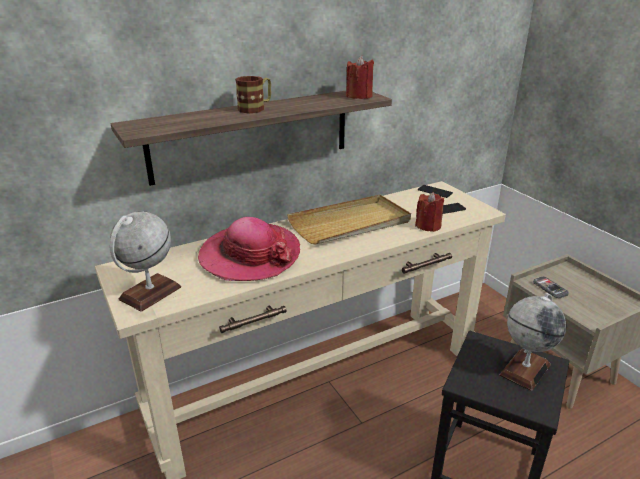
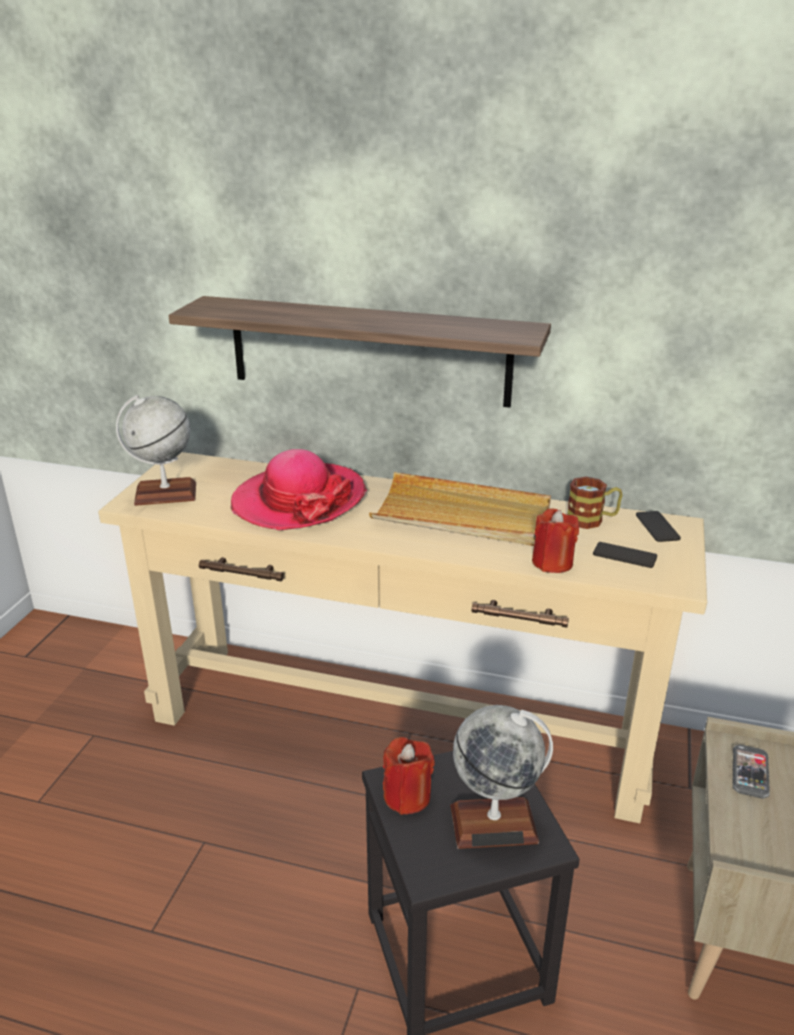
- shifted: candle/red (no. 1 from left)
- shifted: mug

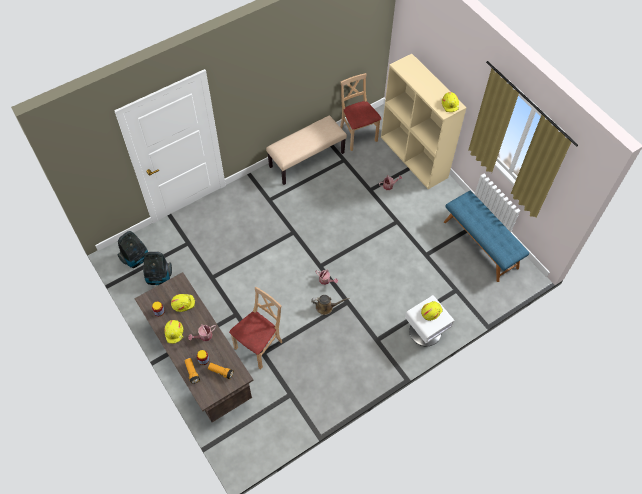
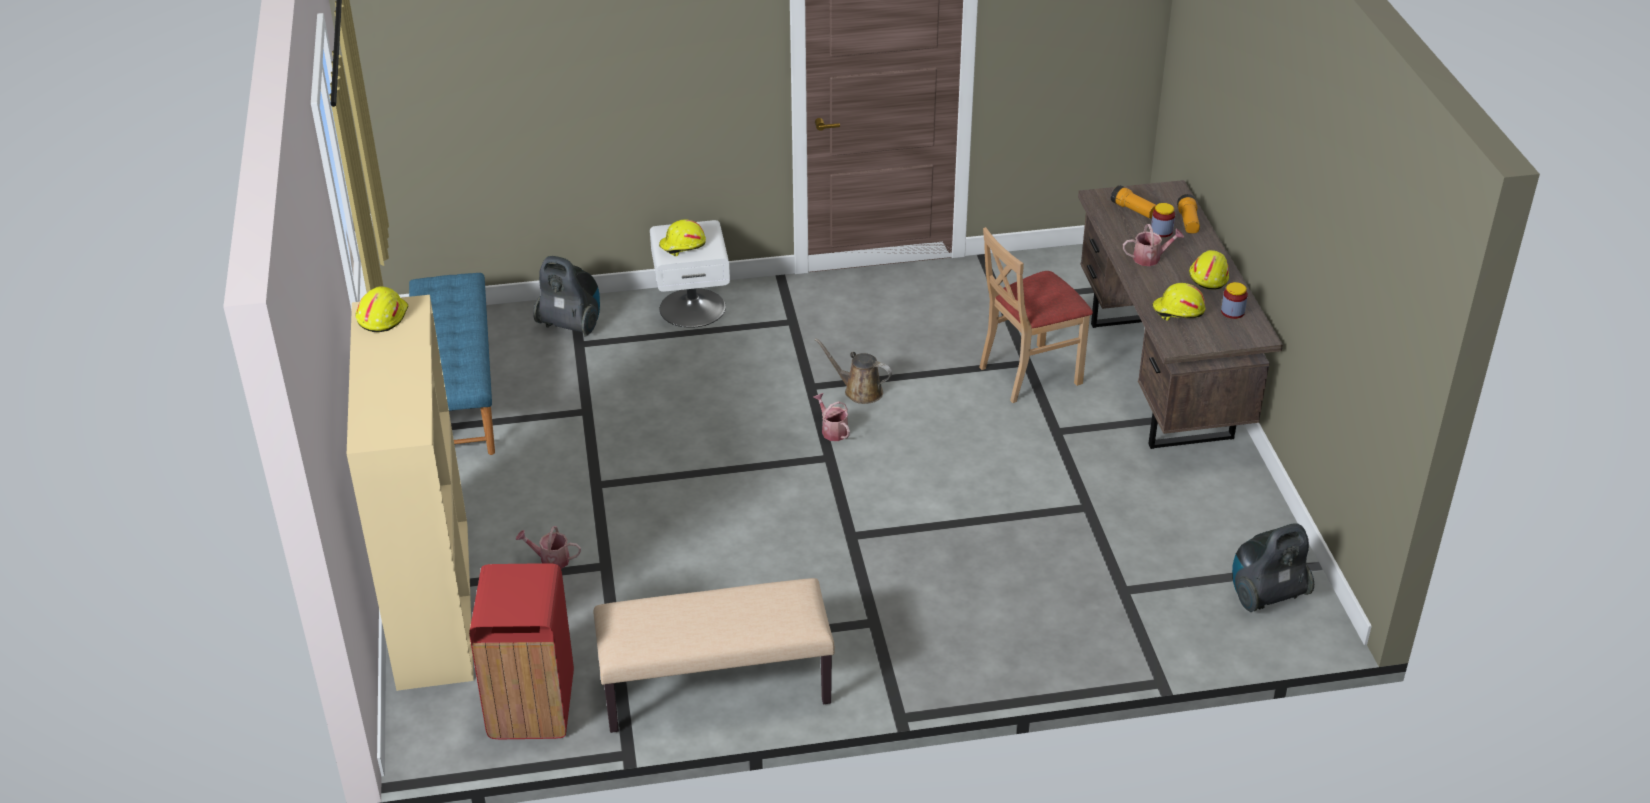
- swapped: chair/beige (no. 2 from left) to trash can/red
- shifted: vacuum cleaner (no. 2 from left in the first image) to vacuum cleaner (no. 1 from left)

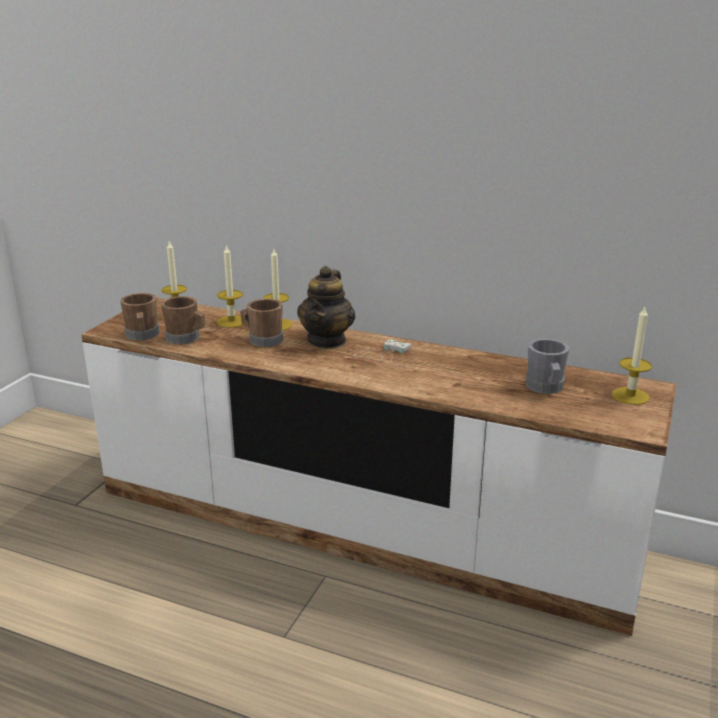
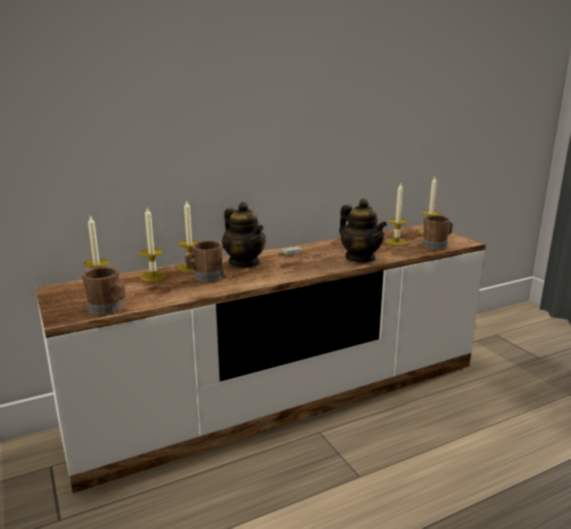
- shifted: mug/brown (no. 2 from left in the first image) to mug/brown (no. 3 from left)
- swapped: mug/grey to candle (no. 4 from left)
- new: teapot (no. 2 from left)

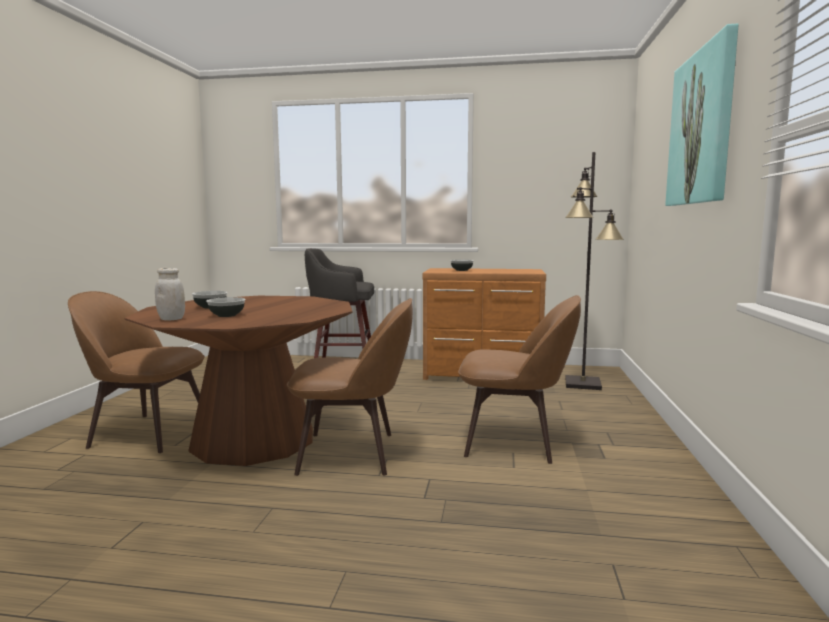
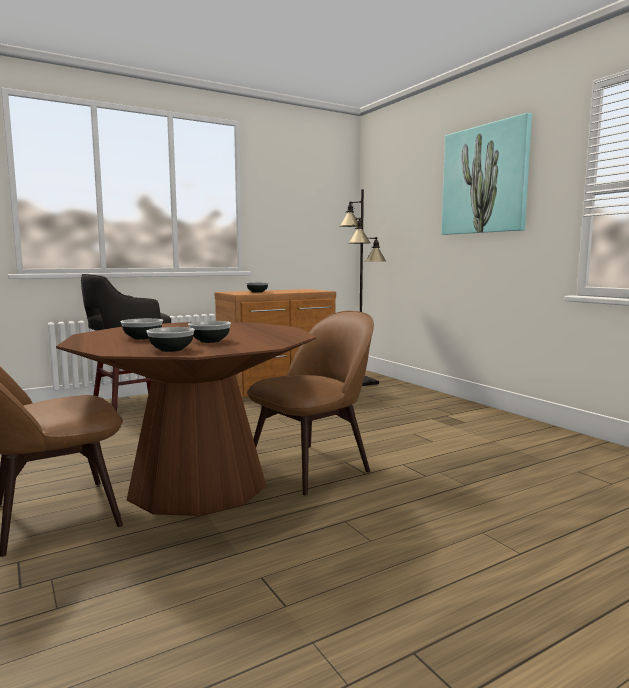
- swapped: jar/white to bowl (no. 2 from left)
- gone: chair/brown (no. 3 from left)

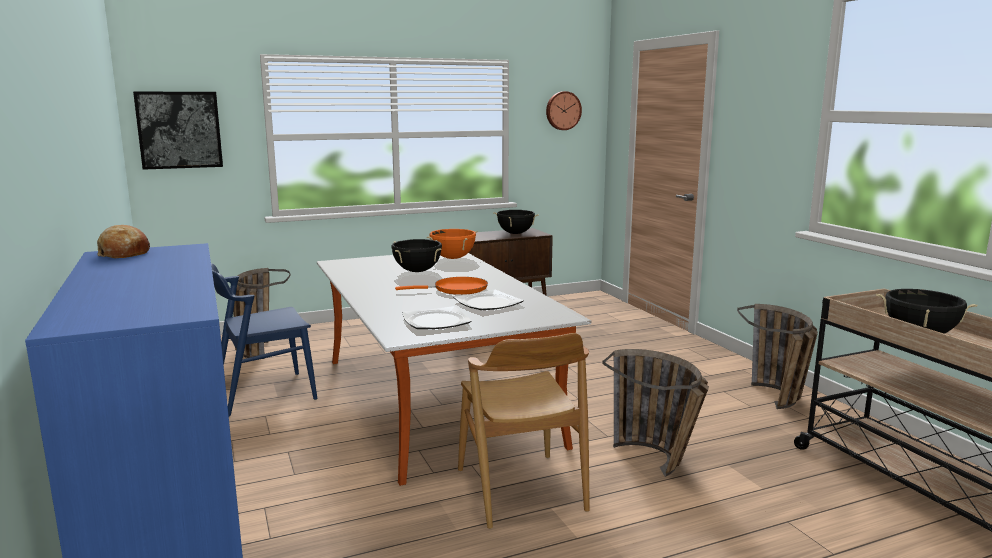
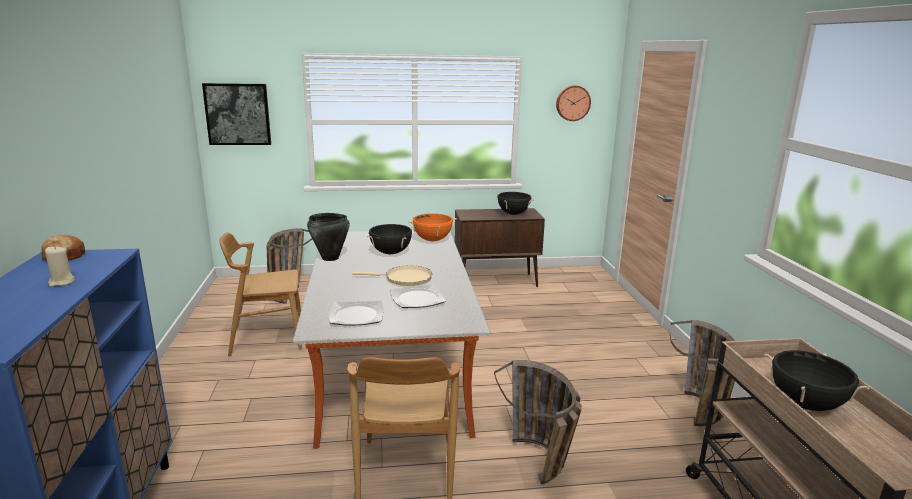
- repainted: chair/blue to chair/brown (no. 1 from left)
- repainted: frying pan/orange to frying pan/beige
- new: cooking pot/black (no. 1 from left)
- new: candle/beige

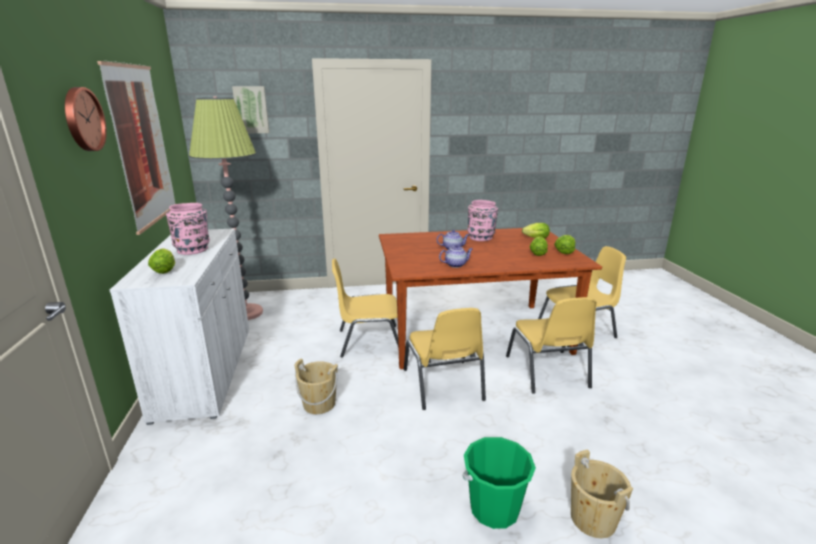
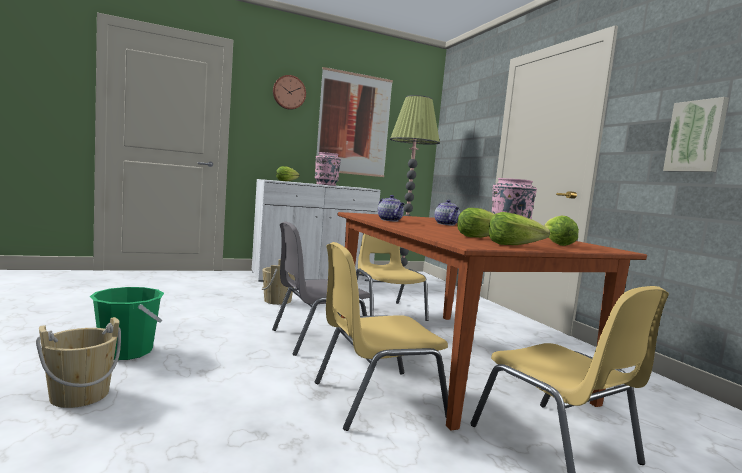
- shifted: picture (no. 2 from left)
- repainted: chair/yellow (no. 2 from left) to chair/grey

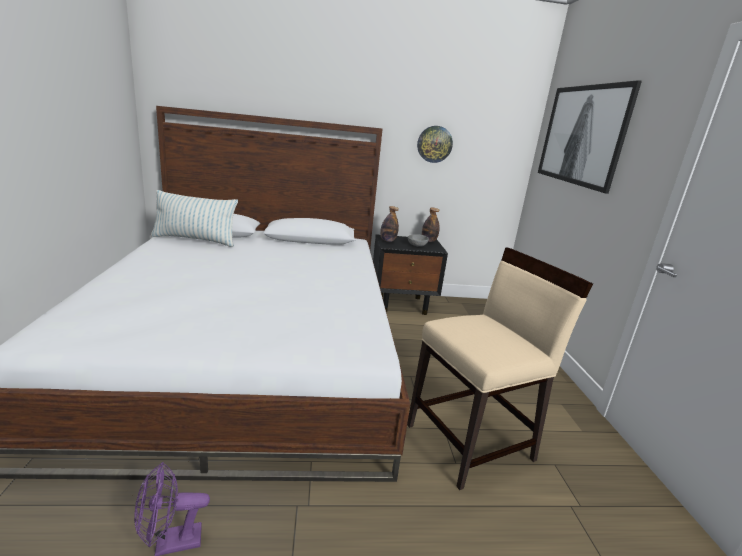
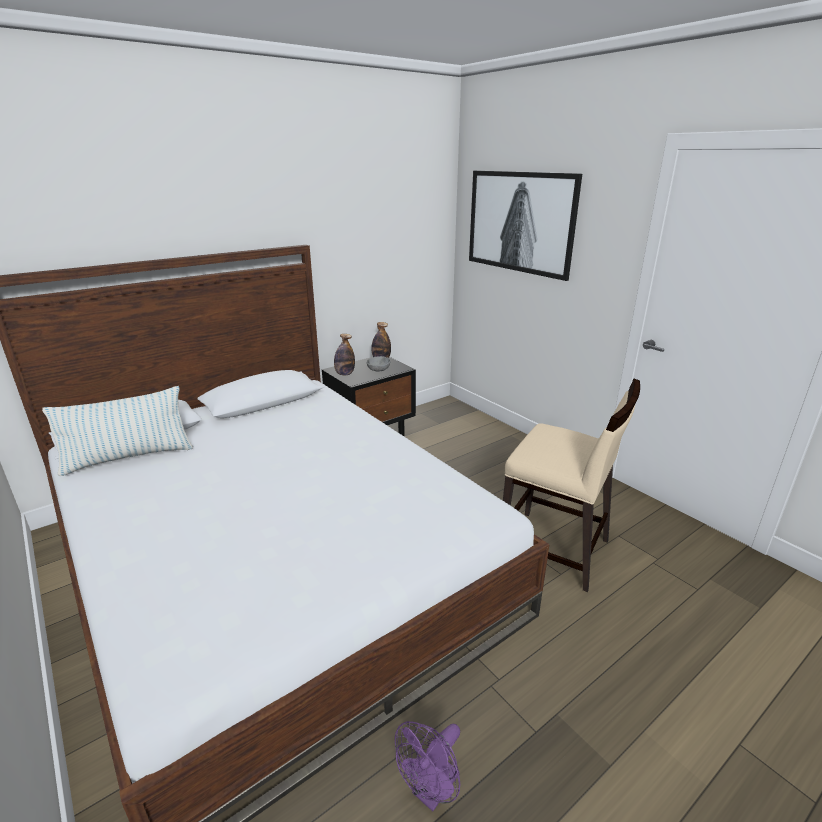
- gone: wall clock
- rotated: chair/beige 90 degrees clockwise

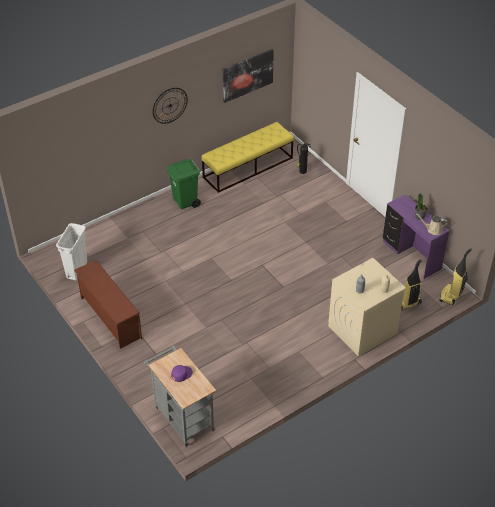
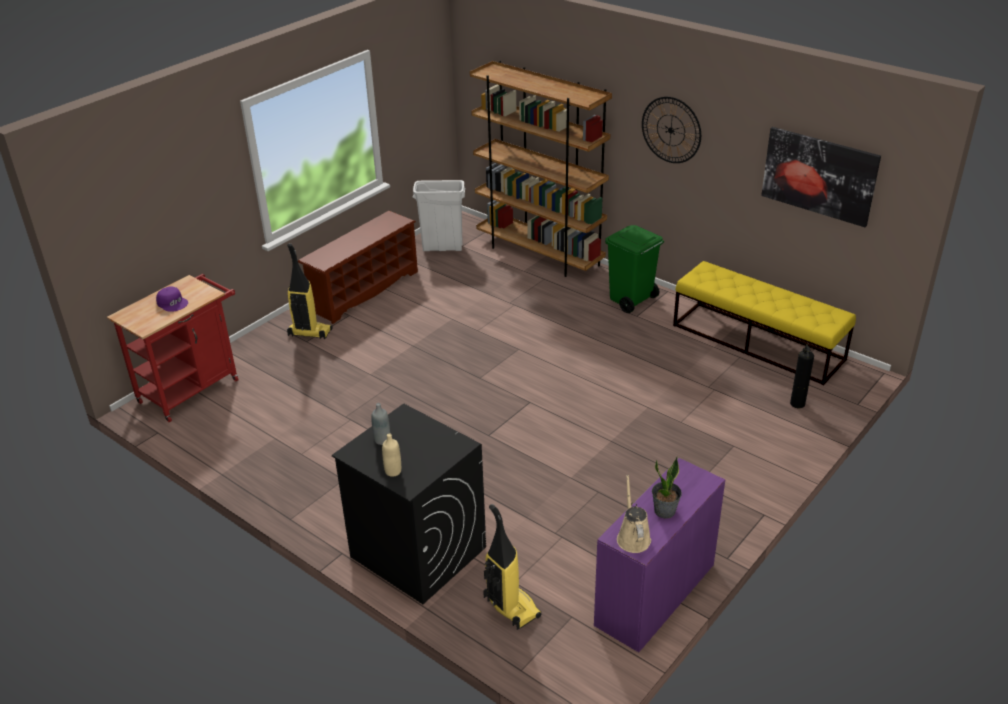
- shifted: vacuum cleaner (no. 2 from left in the first image) to vacuum cleaner (no. 1 from left)
- repainted: washing machine/beige to washing machine/black
- repainted: cart/grey to cart/red
- new: bookcase/brown

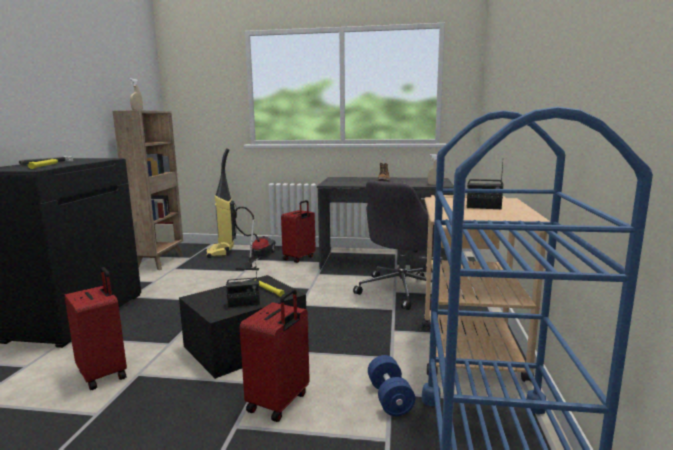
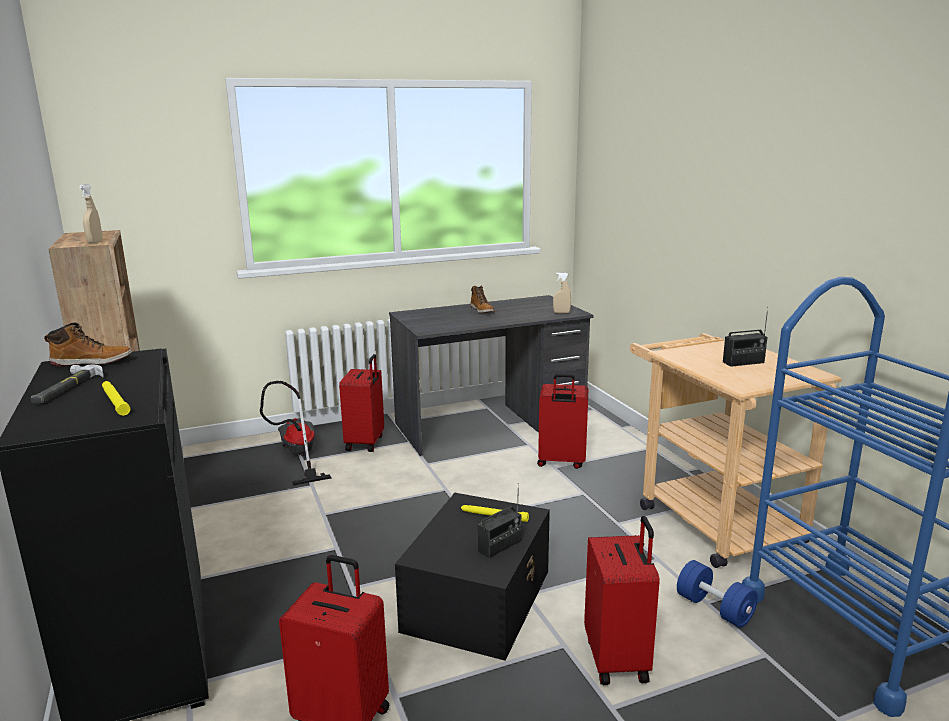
- gone: vacuum cleaner (no. 1 from left)
- swapped: office chair/grey to suitcase/red (no. 3 from left)
- new: boot (no. 1 from left)

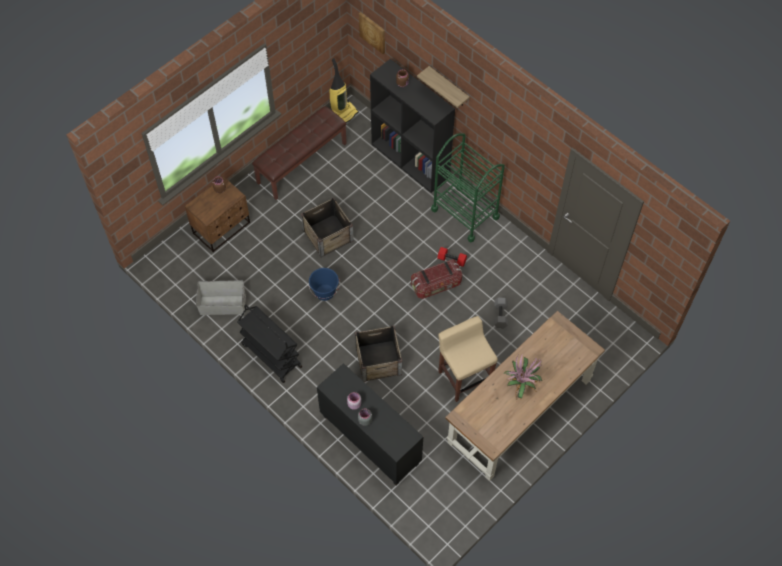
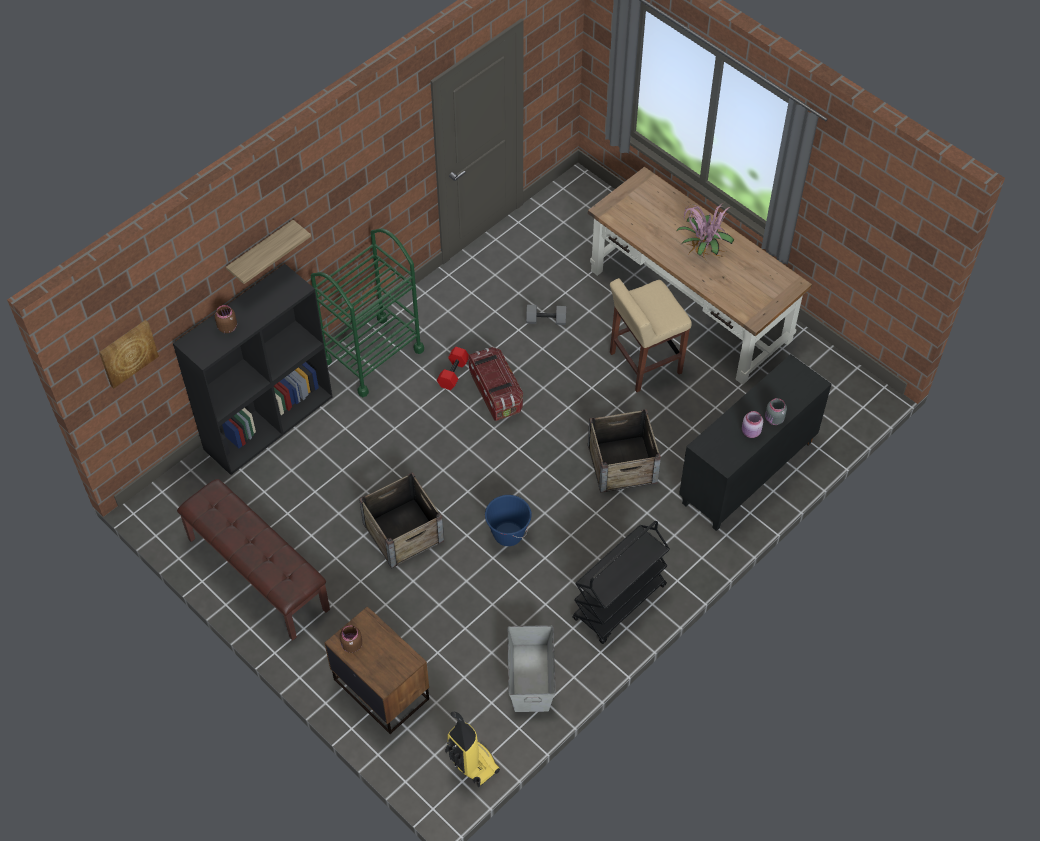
- shifted: vacuum cleaner

